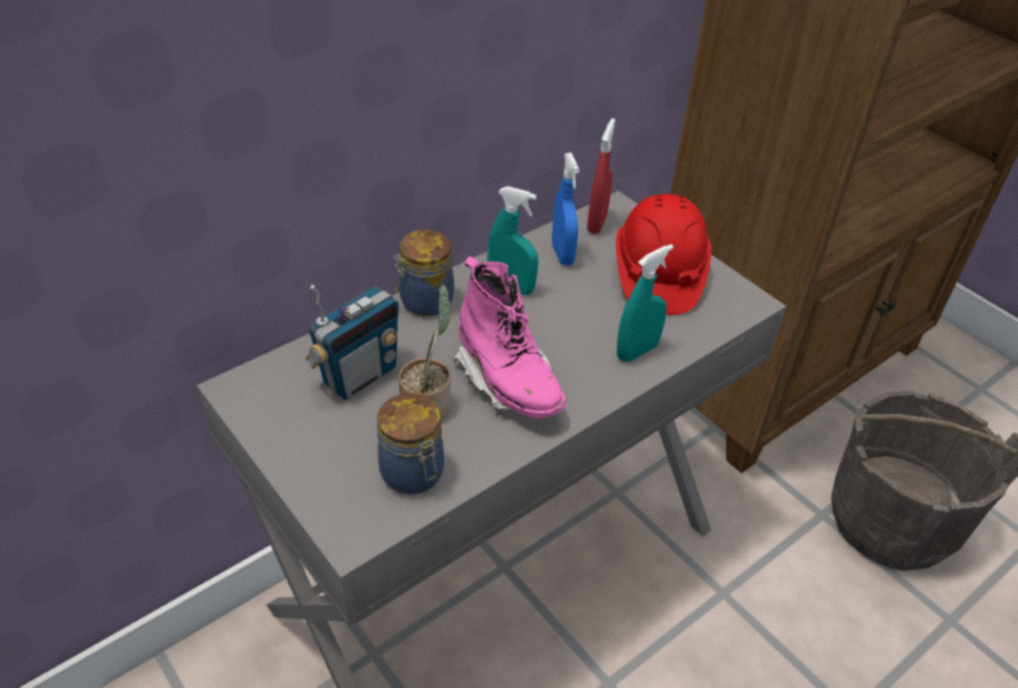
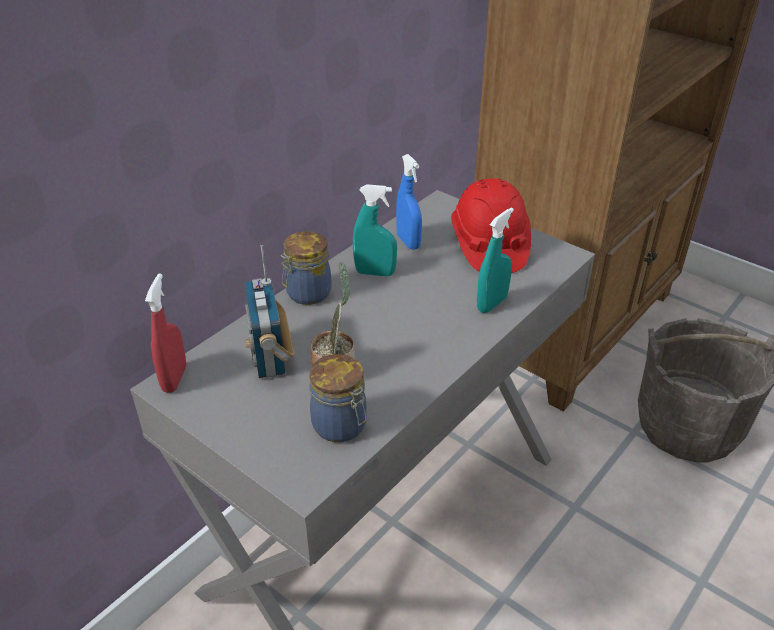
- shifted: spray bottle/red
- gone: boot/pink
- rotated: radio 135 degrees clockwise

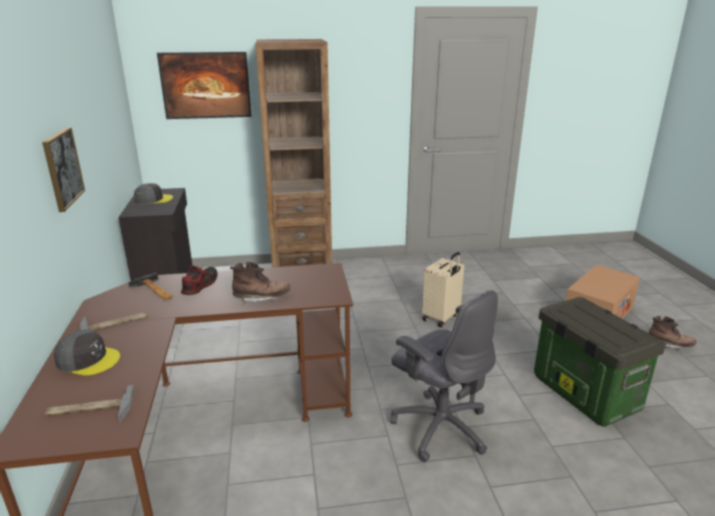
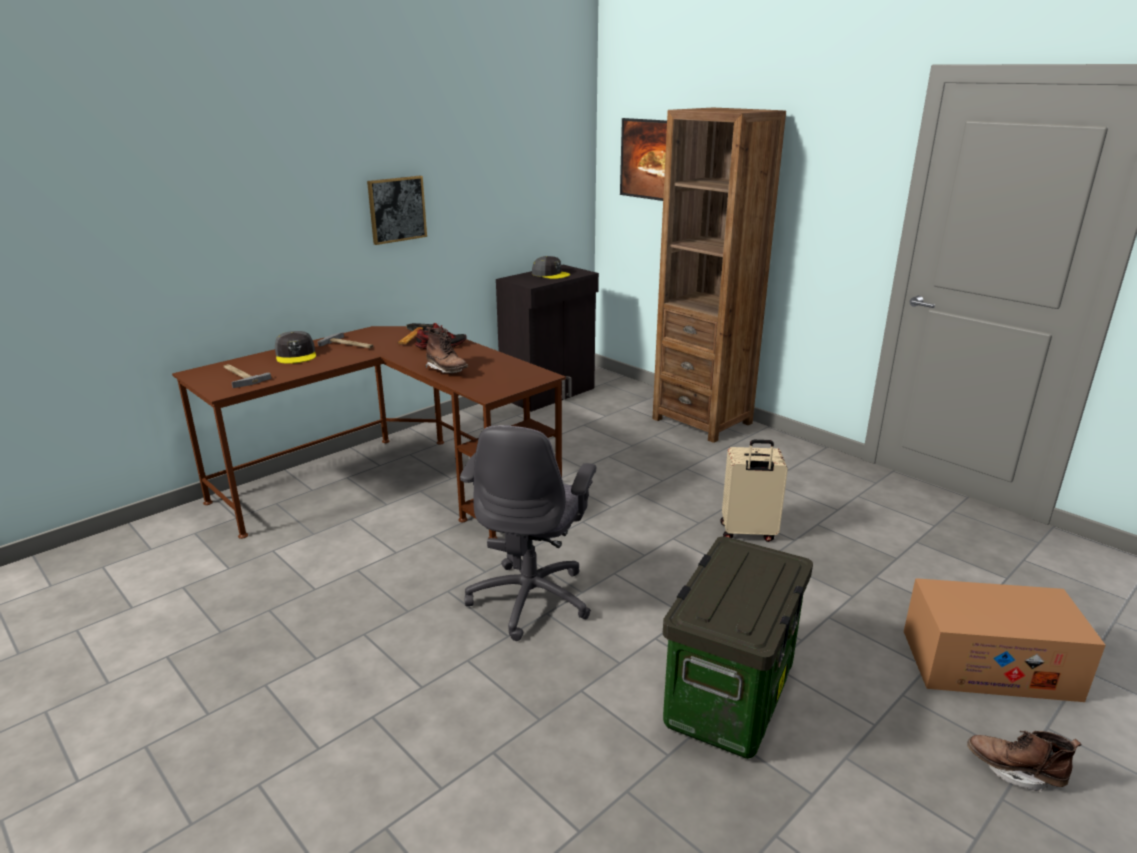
- rotated: boot/brown (no. 2 from left) 135 degrees clockwise

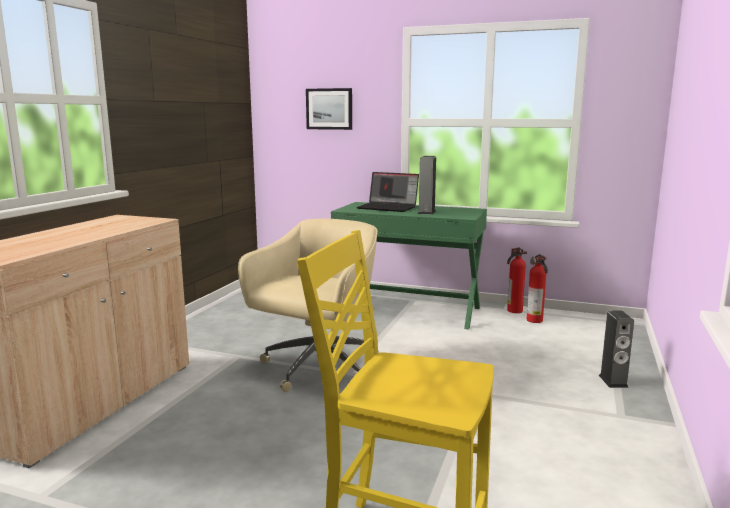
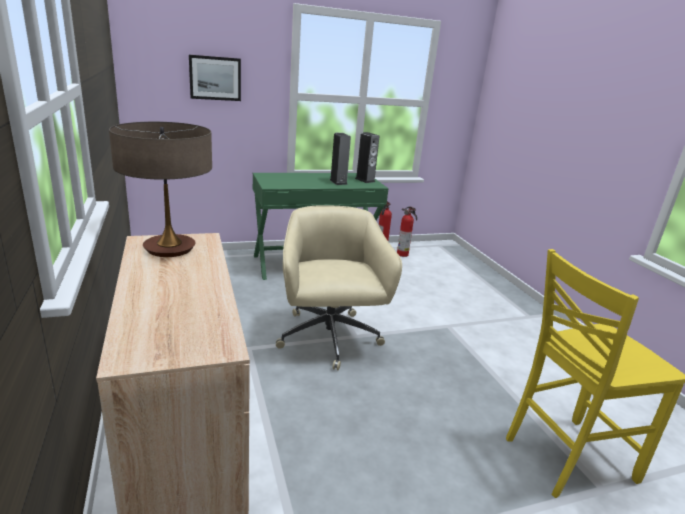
- gone: laptop
- shifted: speaker (no. 2 from left)
- new: table lamp

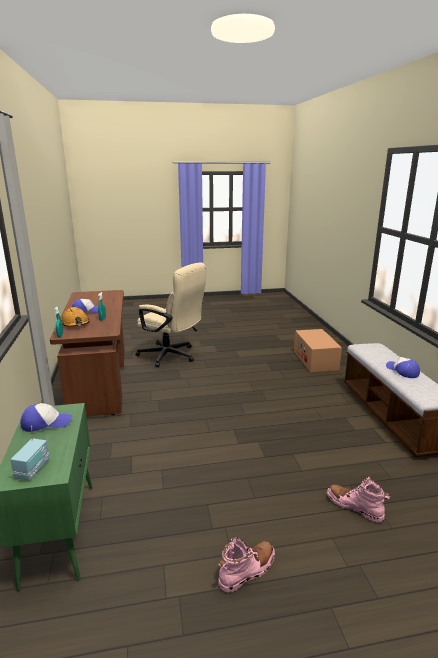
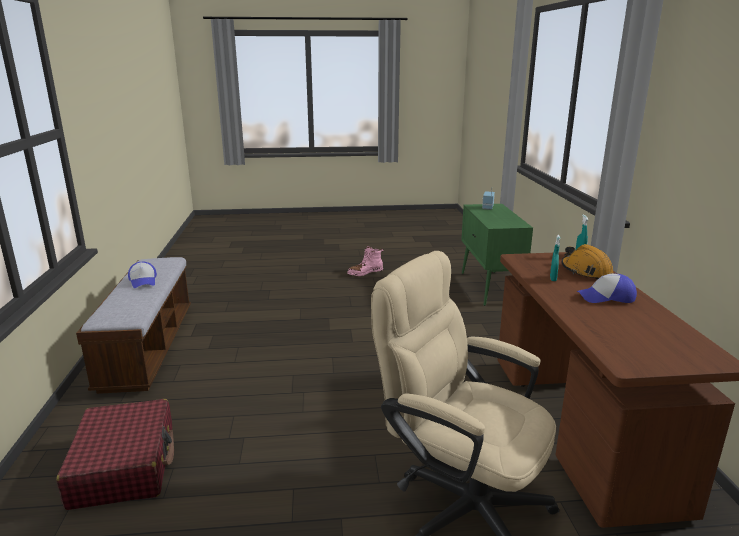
- swapped: cardboard box to suitcase/red
- gone: cap (no. 1 from left)
- gone: boot/pink (no. 2 from left)

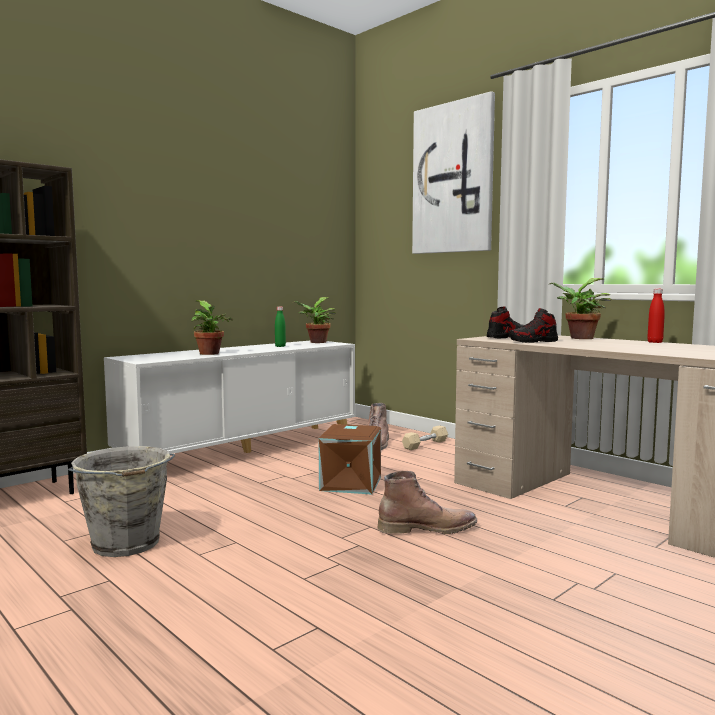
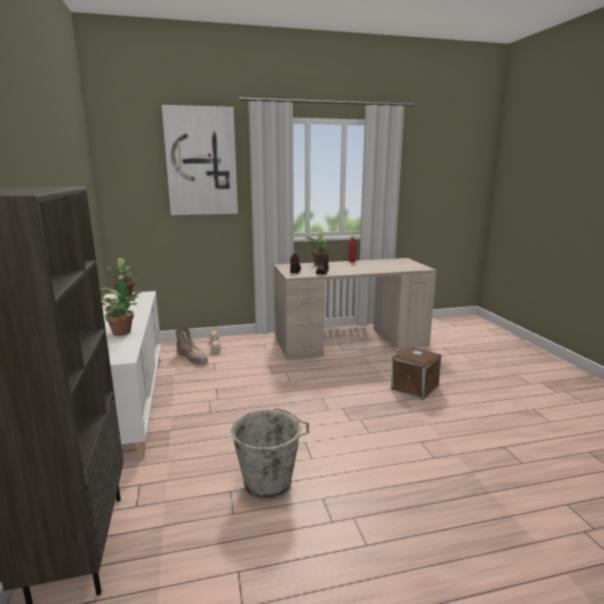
- shifted: storage box/brown
- gone: boot/brown (no. 2 from left)

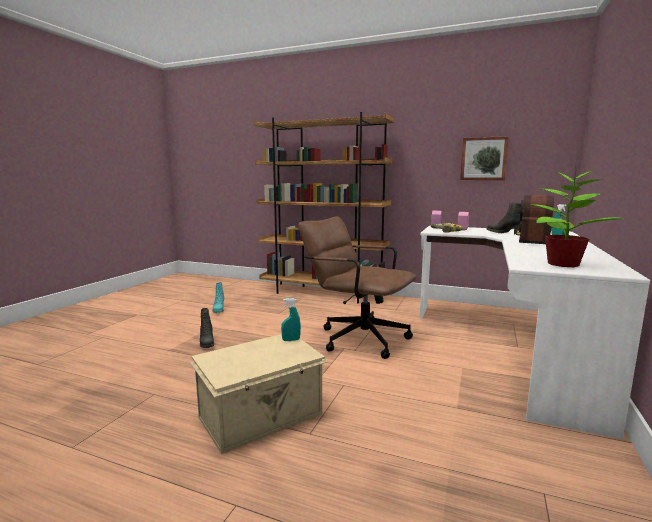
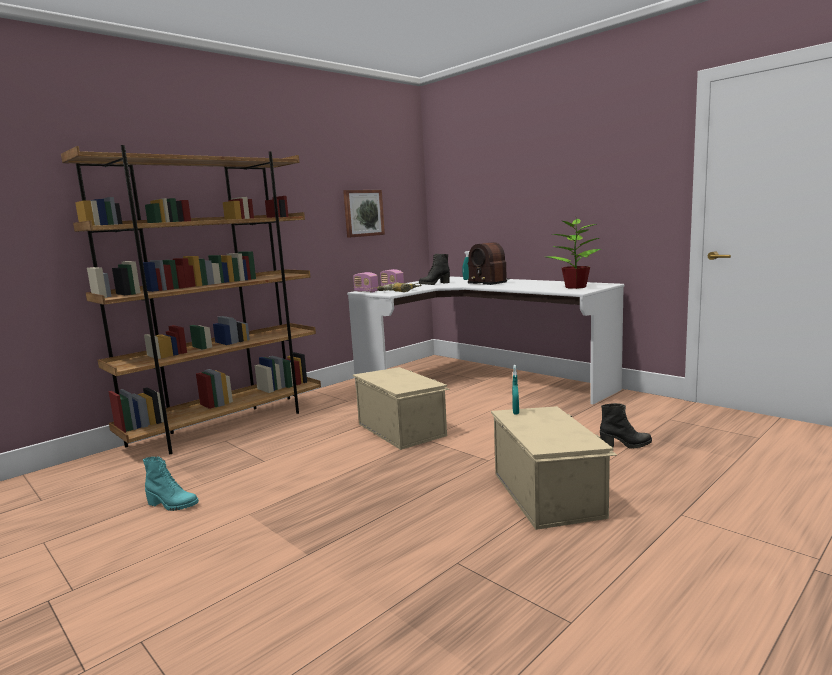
- swapped: office chair/brown to storage box/beige (no. 1 from left)
- shifted: boot/black (no. 1 from left in the first image) to boot/black (no. 2 from left)

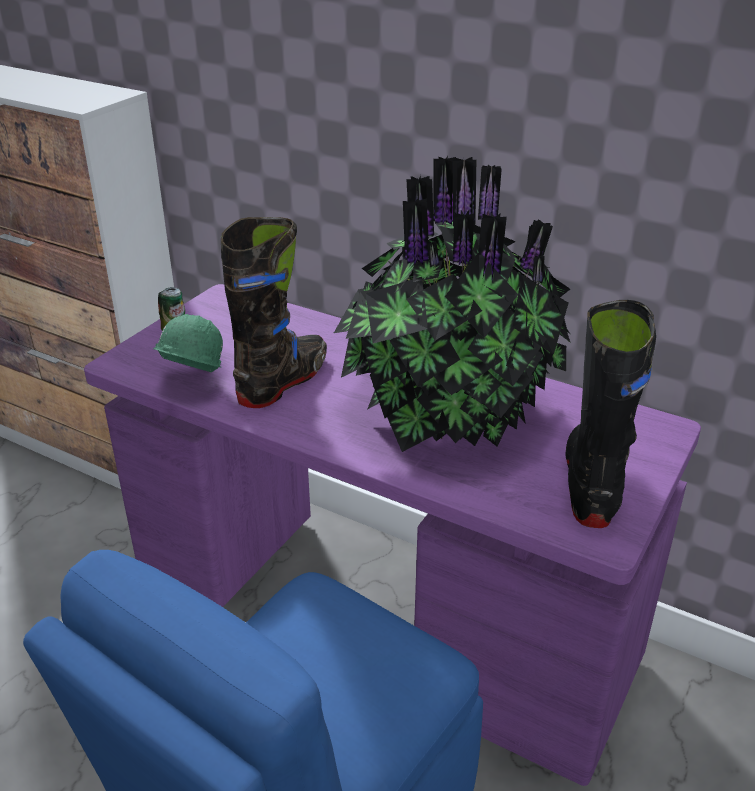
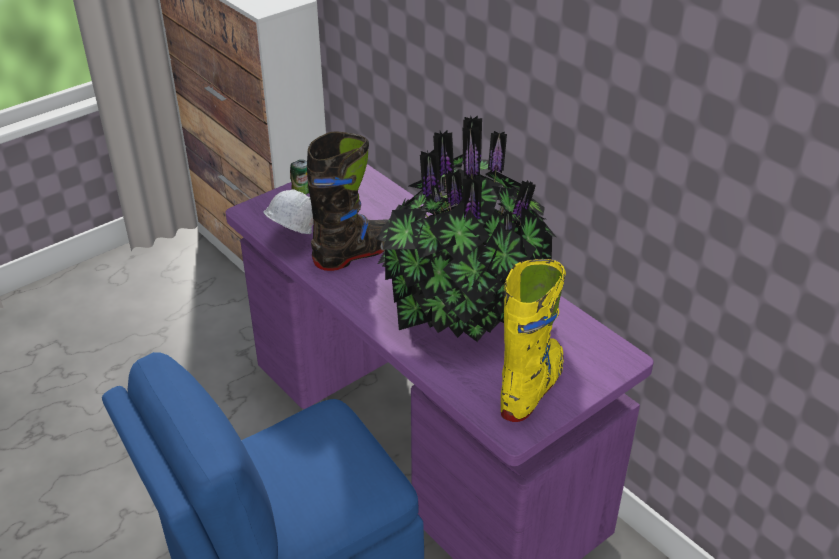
- repainted: boot/black (no. 2 from left) to boot/yellow
- repainted: hard hat/green to hard hat/white

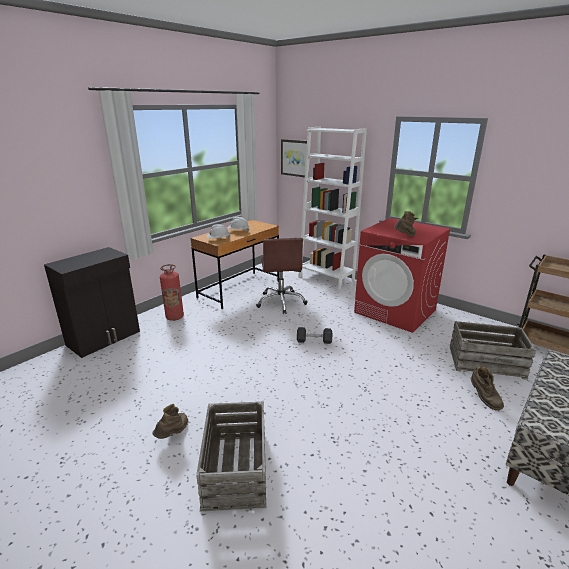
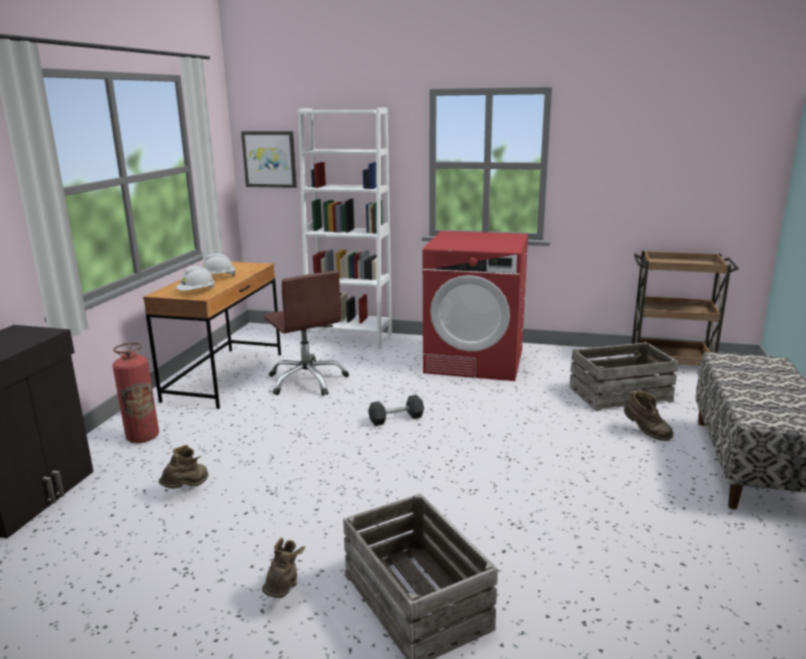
- shifted: boot/brown (no. 2 from left in the first image) to boot/brown (no. 1 from left)

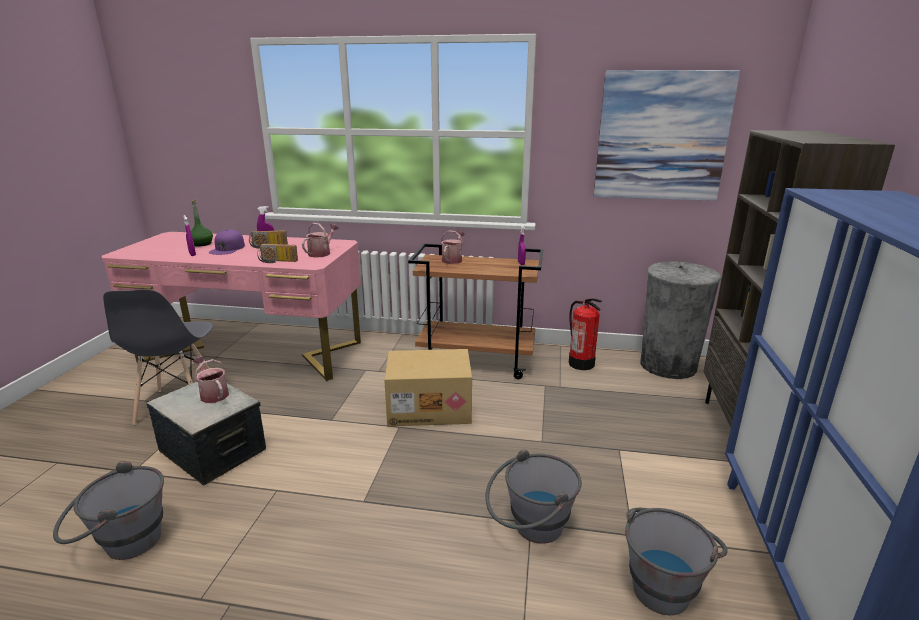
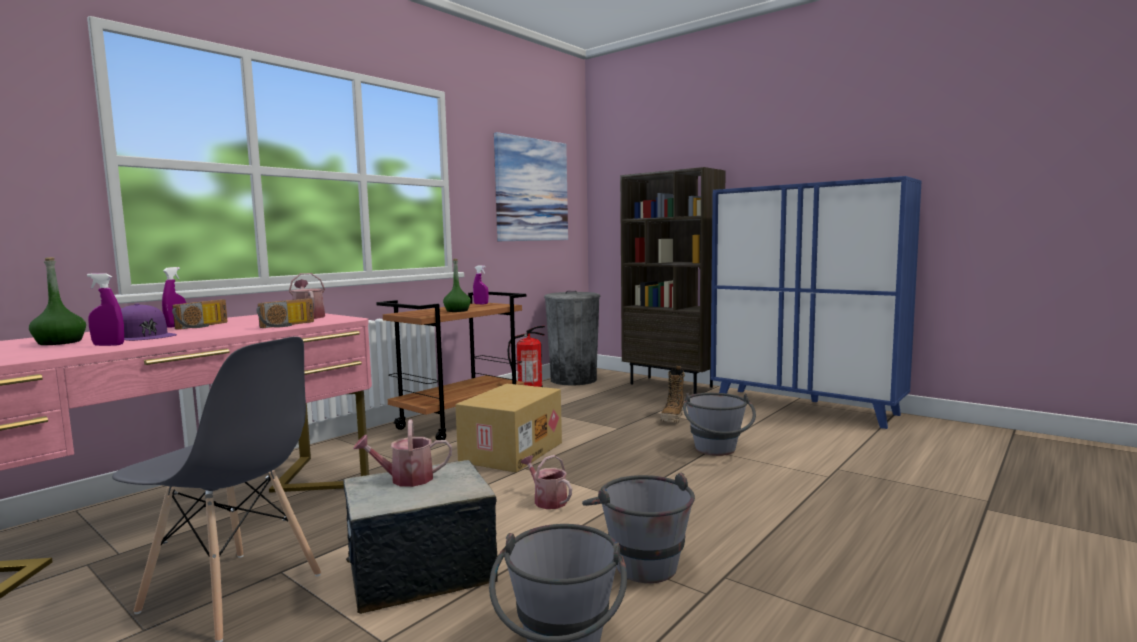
- shifted: watering can (no. 3 from left)
- shifted: bucket/grey (no. 3 from left in the first image) to bucket/grey (no. 2 from left)
- new: bottle/green (no. 2 from left)
- new: boot

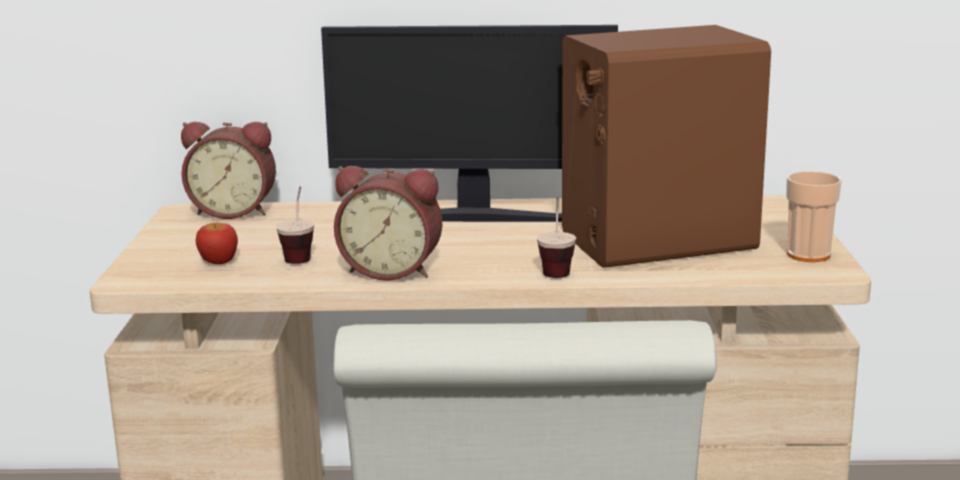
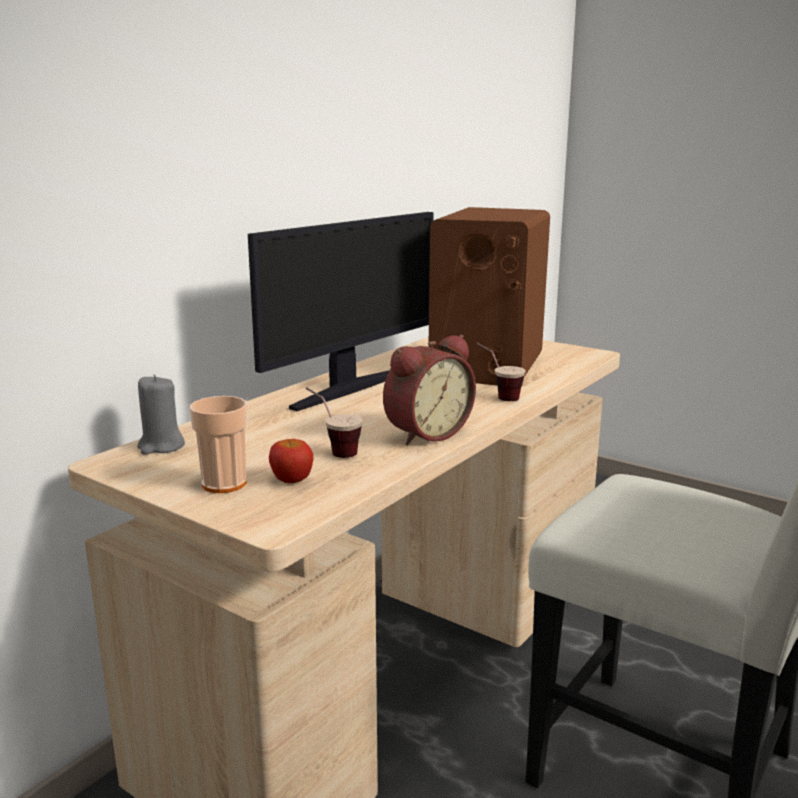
- swapped: alarm clock (no. 1 from left) to candle/grey
- shifted: cup (no. 3 from left in the first image) to cup (no. 1 from left)

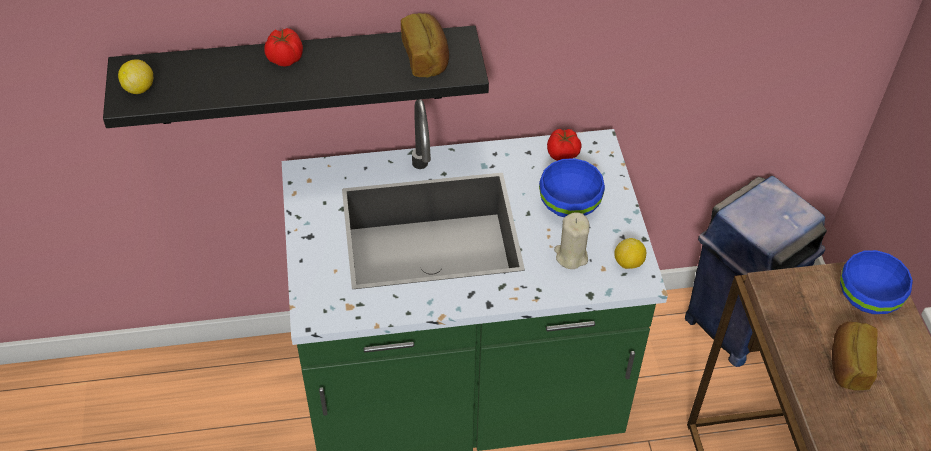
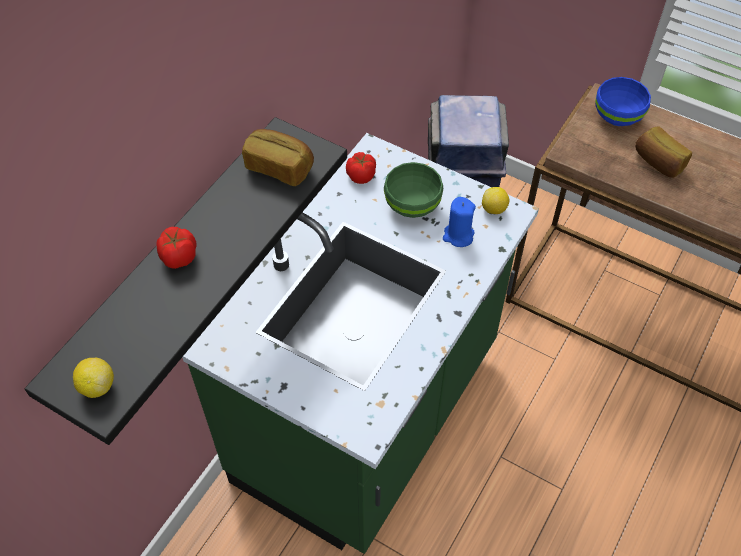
- repainted: bowl/blue (no. 1 from left) to bowl/green
- repainted: candle/beige to candle/blue

